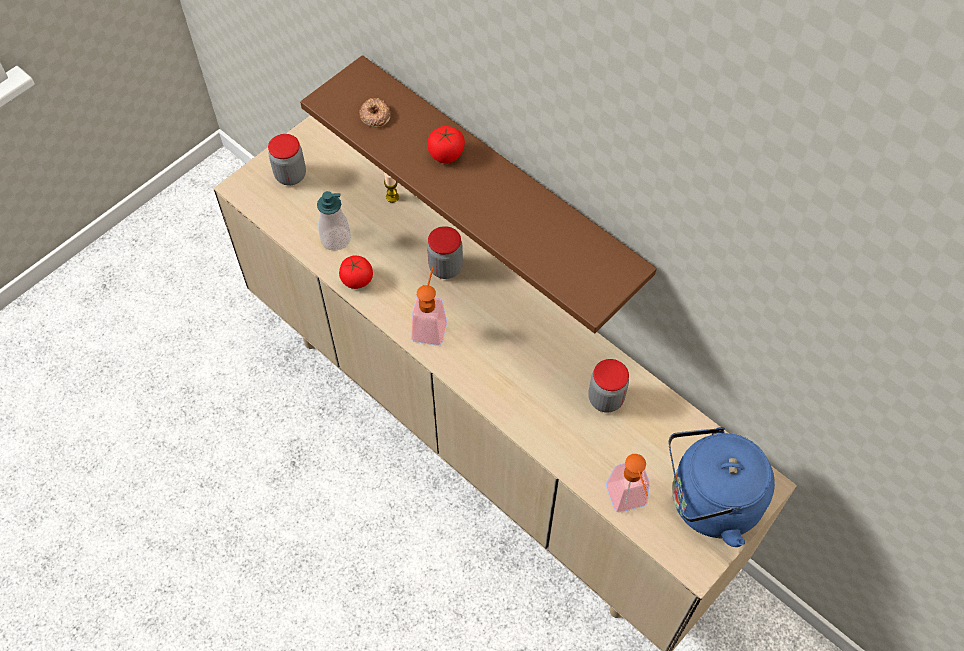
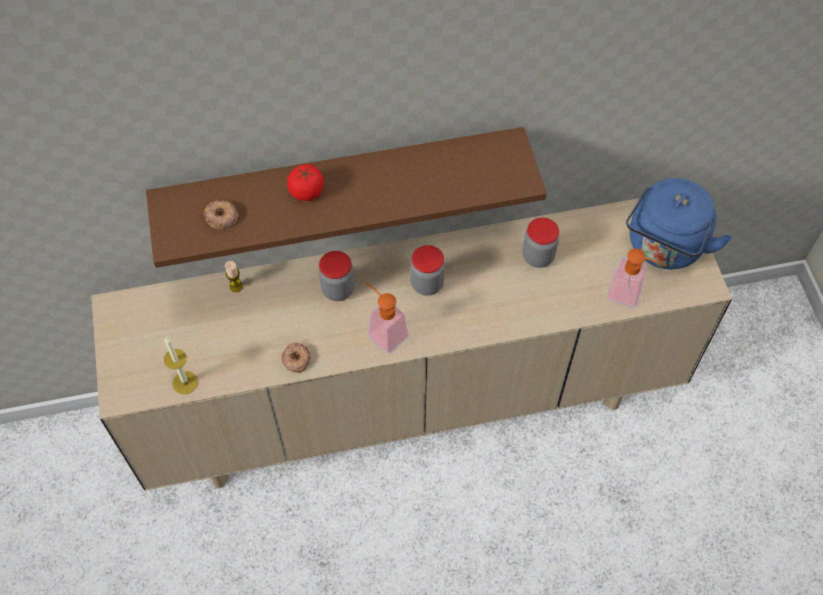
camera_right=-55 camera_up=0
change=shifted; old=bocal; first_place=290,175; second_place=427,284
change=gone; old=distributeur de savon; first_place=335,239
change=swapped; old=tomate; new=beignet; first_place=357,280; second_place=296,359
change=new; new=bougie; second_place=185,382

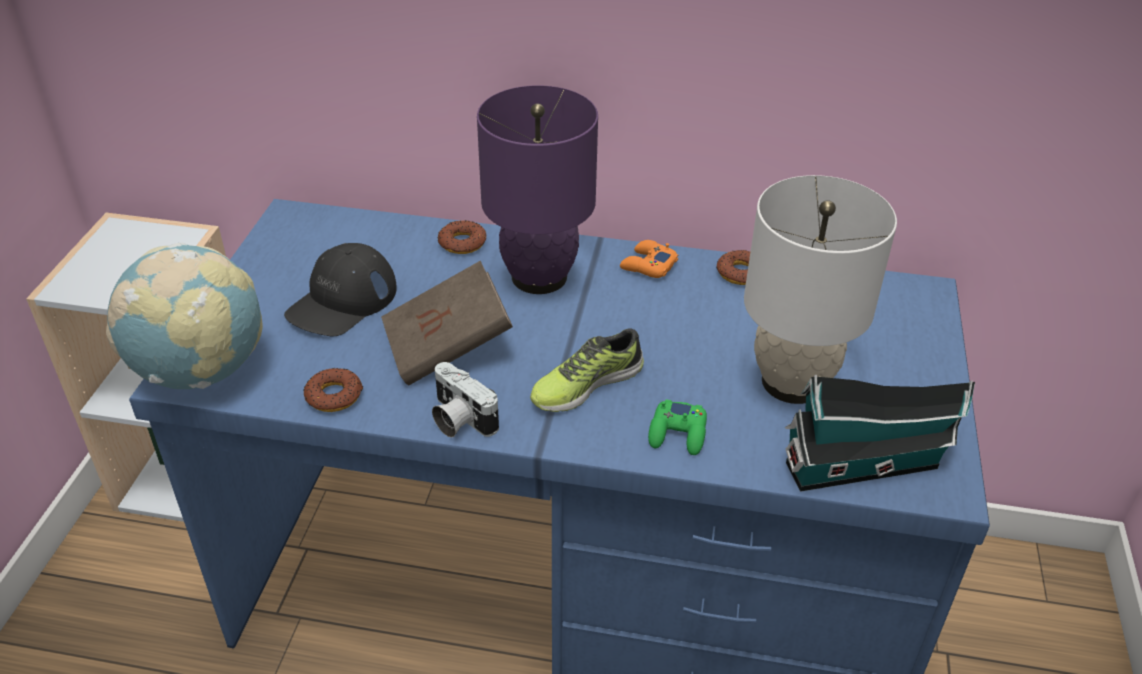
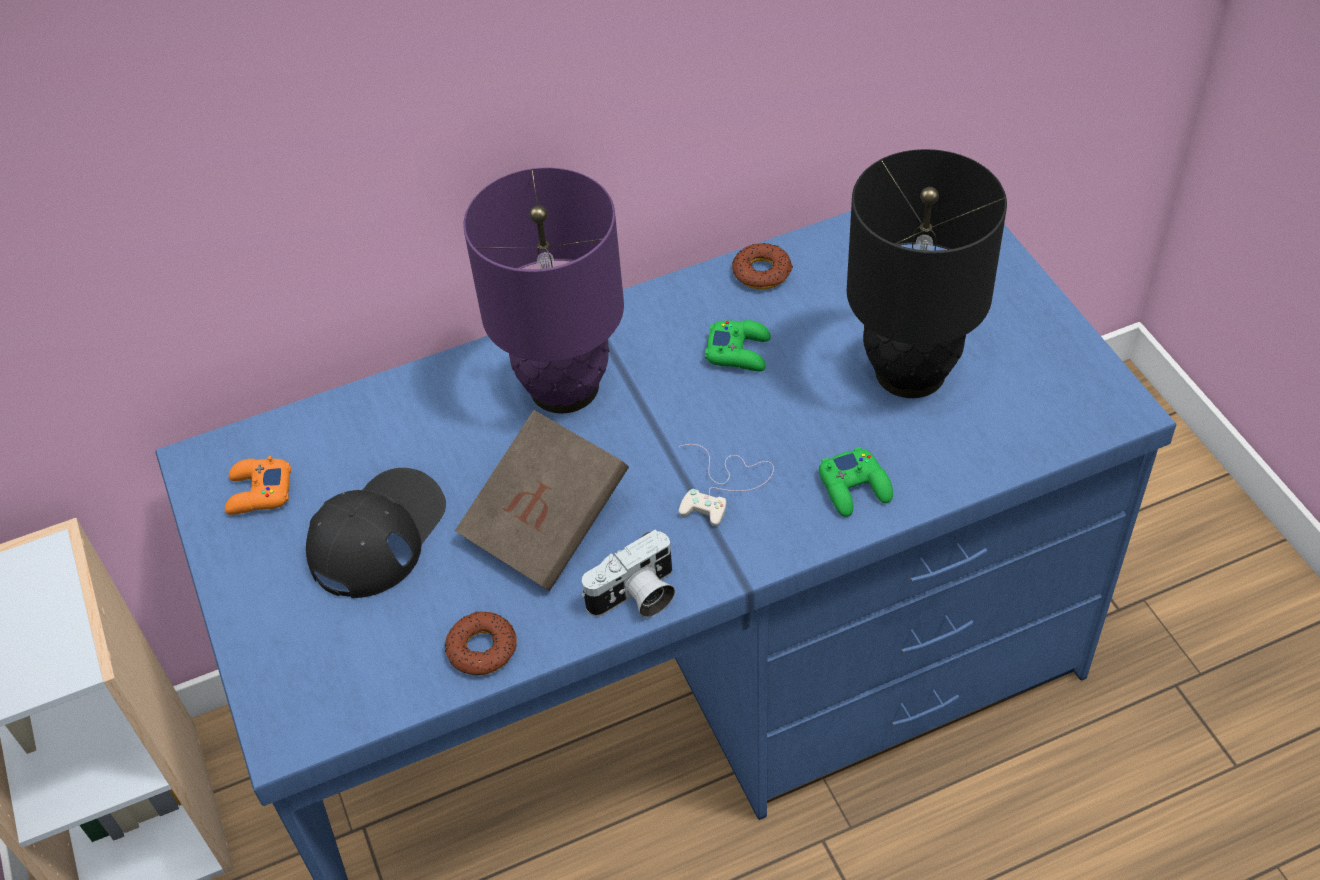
camera_right=-30 camera_up=10
change=gone; old=globe; first_place=201,371
change=rotated; old=casquette (noir); first_place=342,301; second_place=377,534; degrees=-150
change=rotated; old=appareil photo; first_place=458,419; second_place=636,597; degrees=-45
change=gone; old=beignet; first_place=462,243
change=swapped; old=chaussure; new=manette (blanc); first_place=585,384; second_place=723,485
change=shifted; old=manette (orange); first_place=648,265; second_place=258,492
change=repainted; old=lampe de table (blanc); new=lampe de table (noir); first_place=792,382; second_place=909,372
change=gone; old=maison miniature; first_place=867,465
change=new; new=manette (vert); second_place=739,351

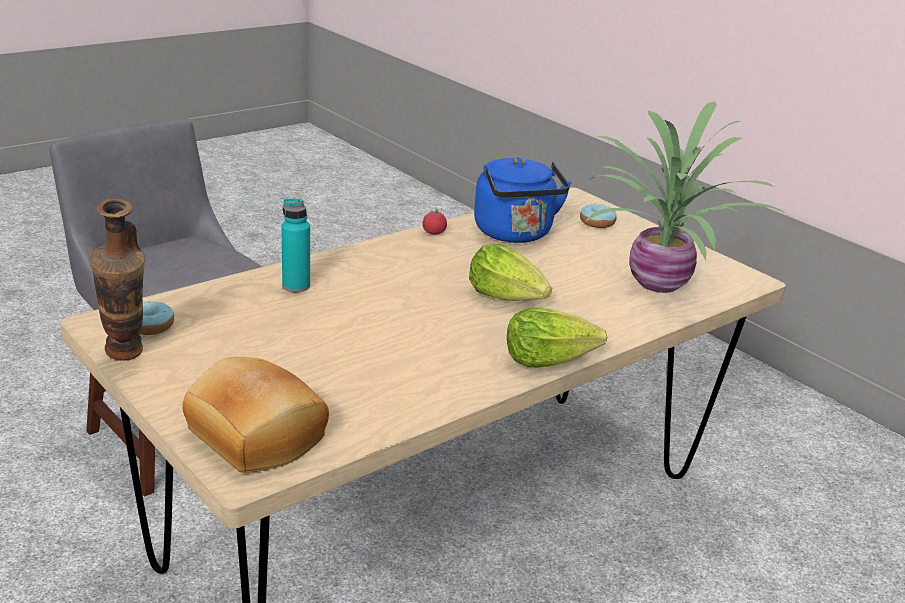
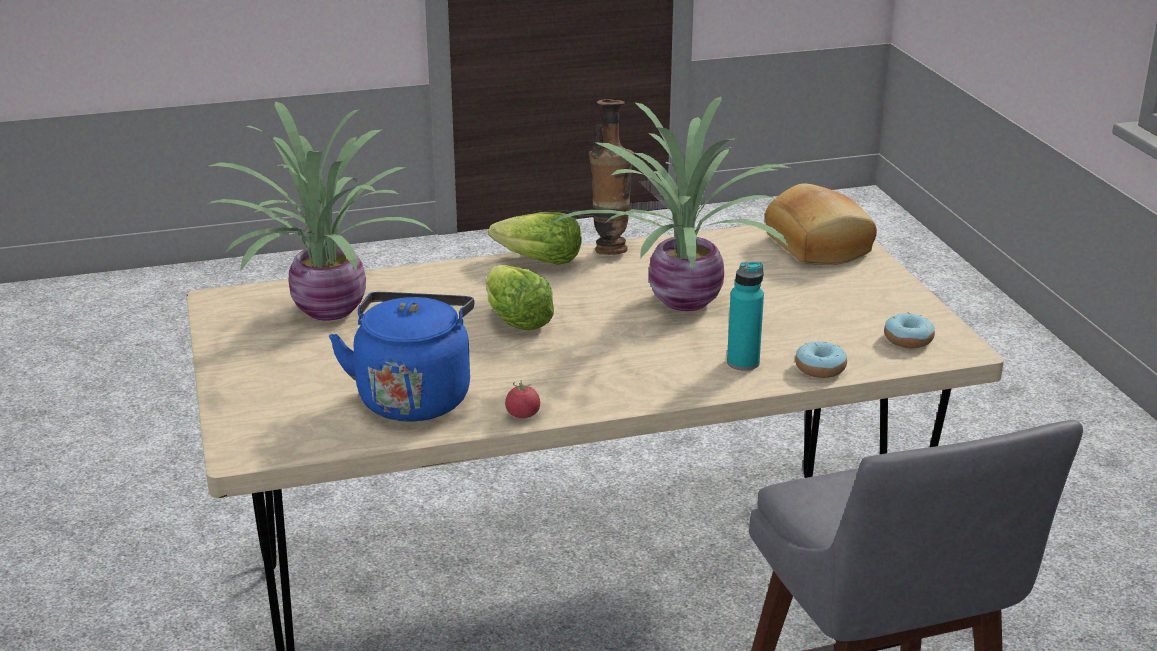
camera_right=-155 camera_up=0
change=shifted; old=vase; first_place=126,358; second_place=610,248
change=shifted; old=beignet; first_place=597,222; second_place=820,368
change=new; new=plante en pot; second_place=681,300

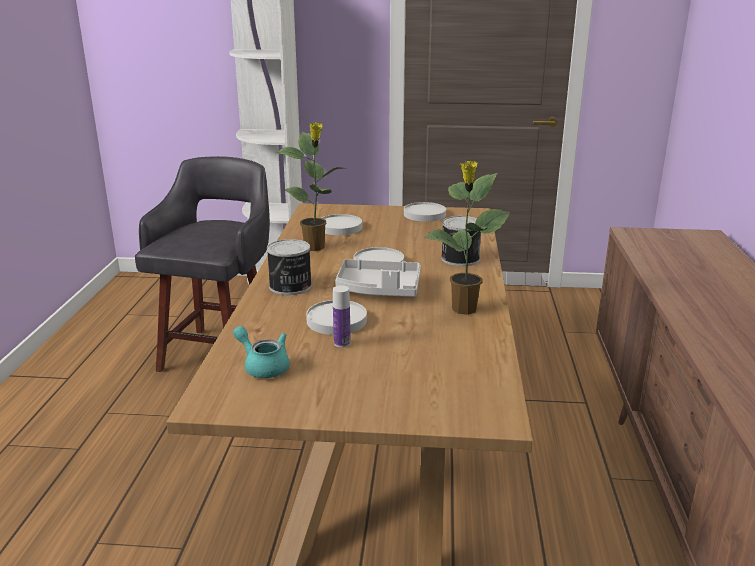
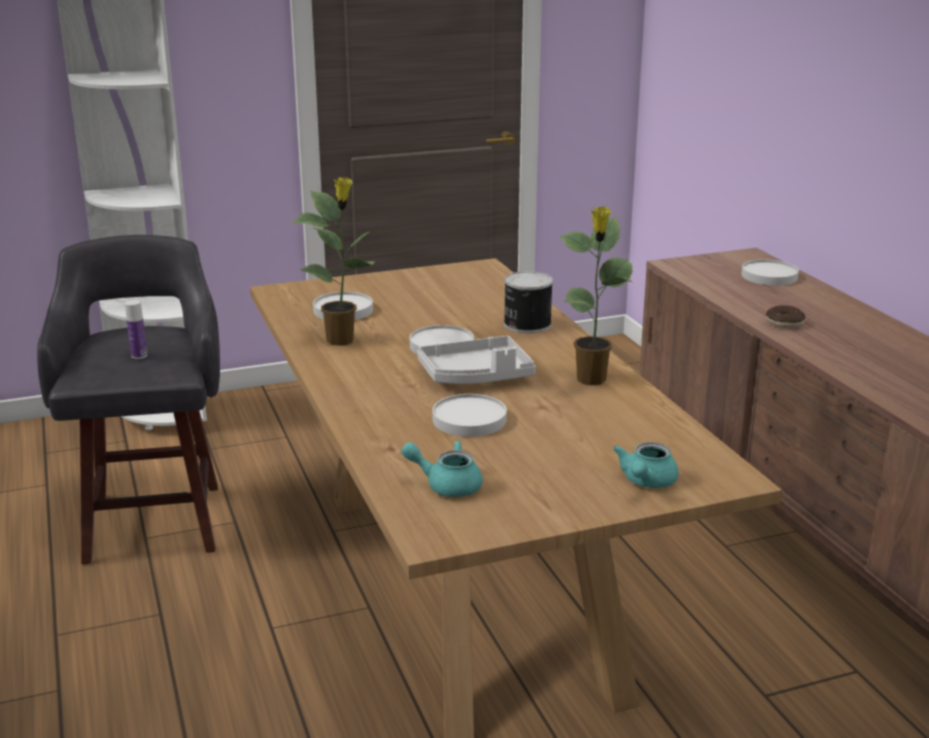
camera_right=-25 camera_up=0
change=gone; old=boîte métallique; first_place=290,286
change=shifted; old=bouteille; first_place=342,343; second_place=139,355
change=shifted; old=assiette (blanc); first_place=424,214; second_place=768,276
change=new; new=théière (turquoise); second_place=646,482
change=new; new=beignet; second_place=784,323

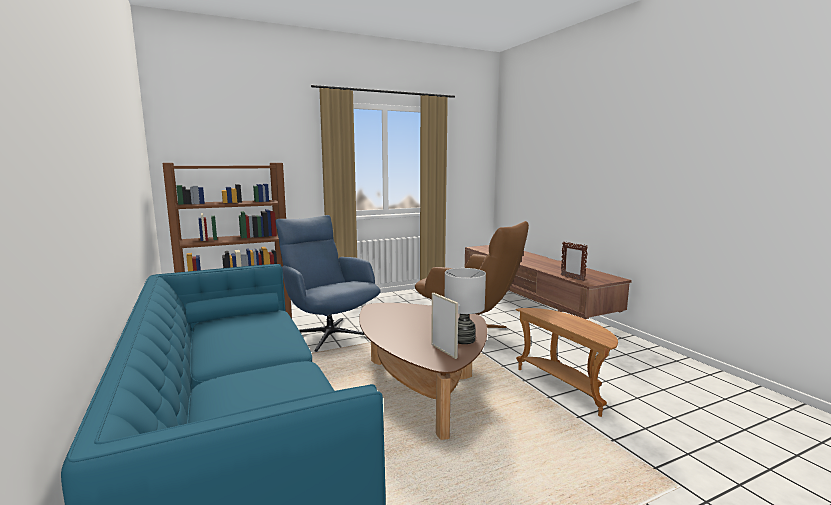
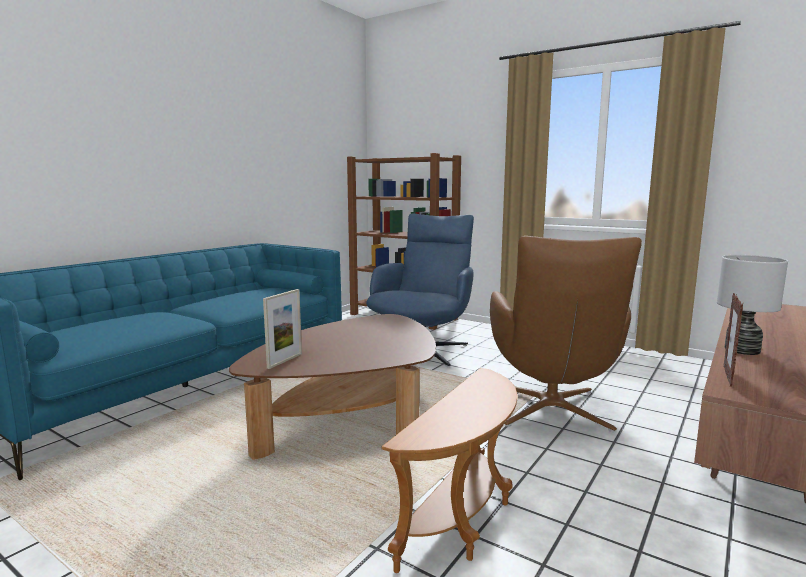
camera_right=60 camera_up=0
change=shifted; old=lampe de table (gris); first_place=463,340; second_place=742,350

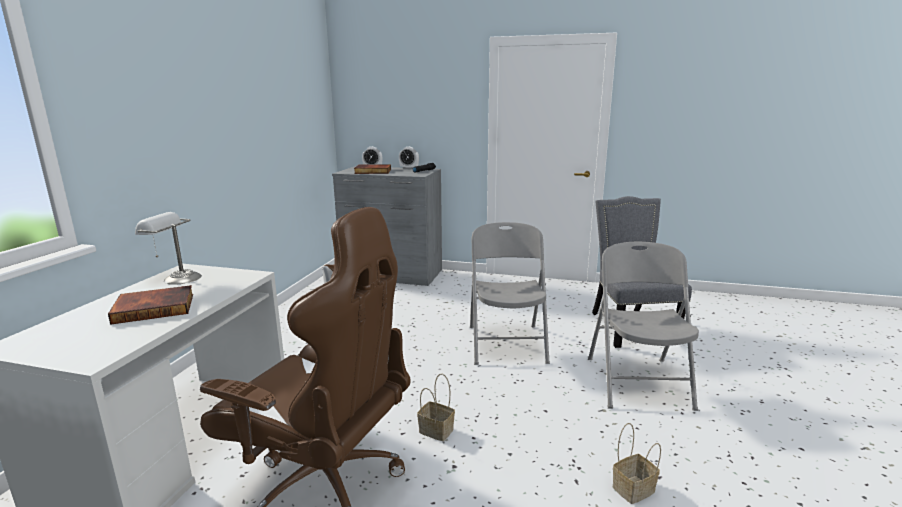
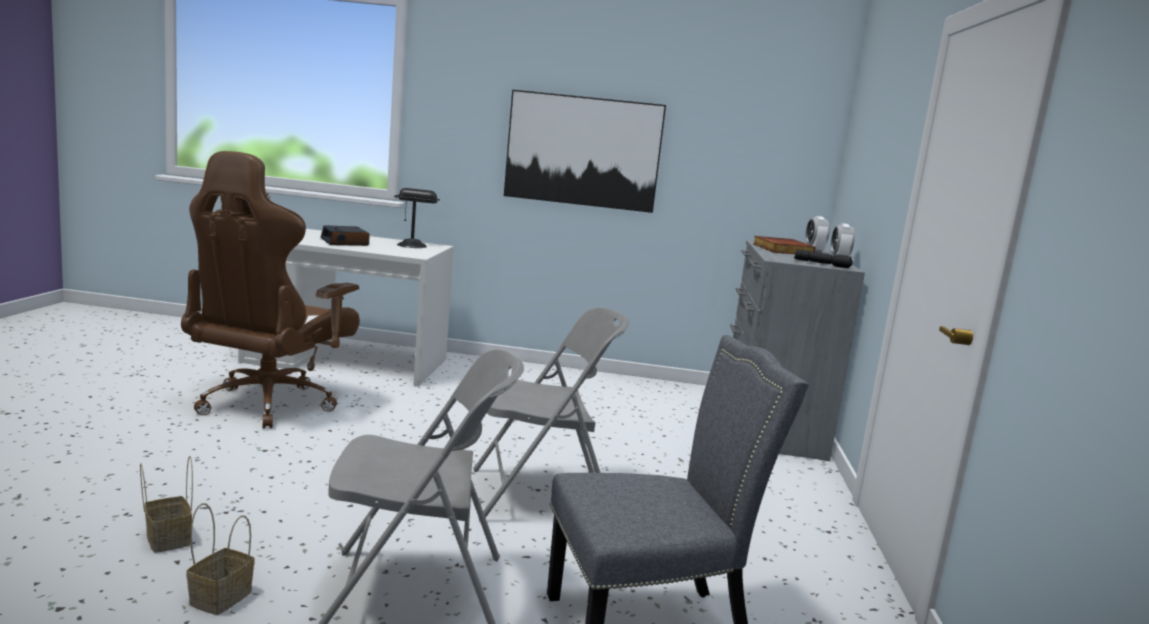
camera_right=80 camera_up=-5
change=swapped; old=livre; new=réveil; first_place=155,308; second_place=345,242
change=repainted; old=lampe de table (blanc); new=lampe de table (noir); first_place=175,278; second_place=412,244
change=shifted; old=panier; first_place=435,430; second_place=221,596
change=new; new=tableau; second_place=583,151

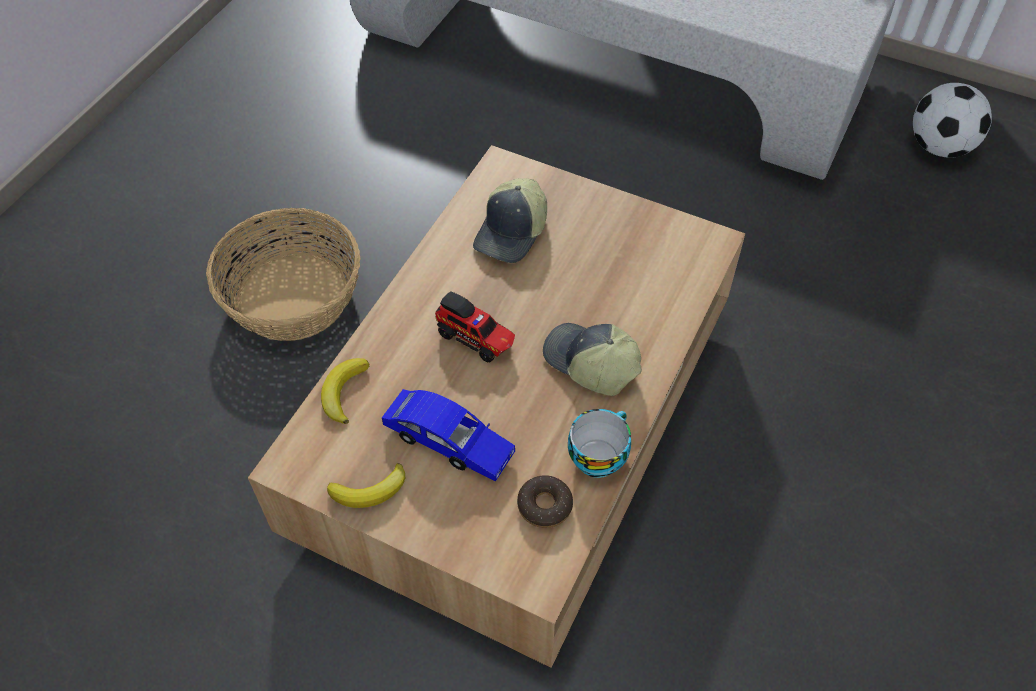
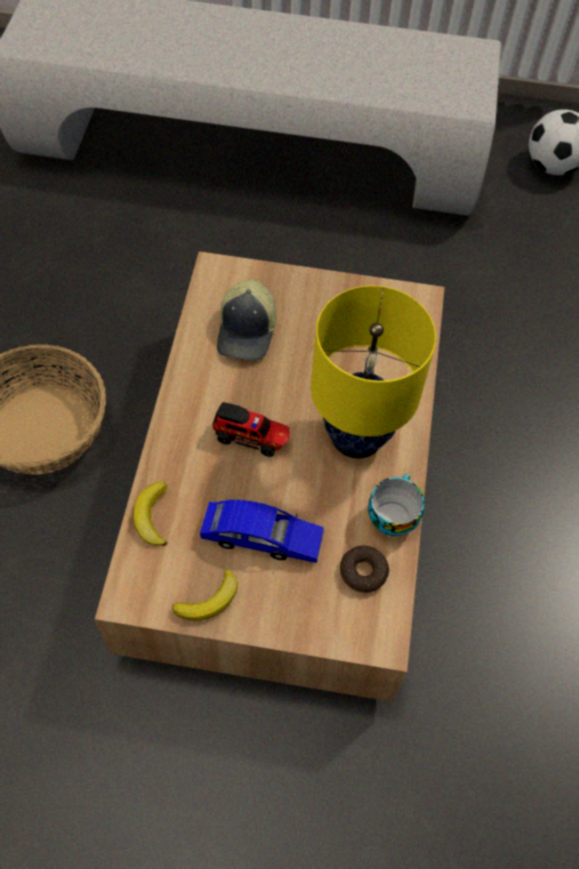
camera_right=-20 camera_up=5
change=swapped; old=casquette; new=lampe de table (jaune); first_place=590,364; second_place=357,436

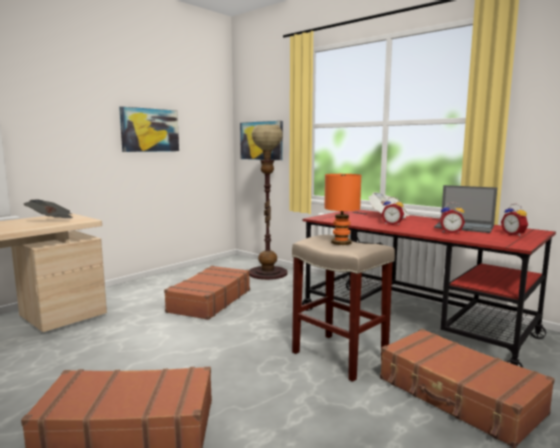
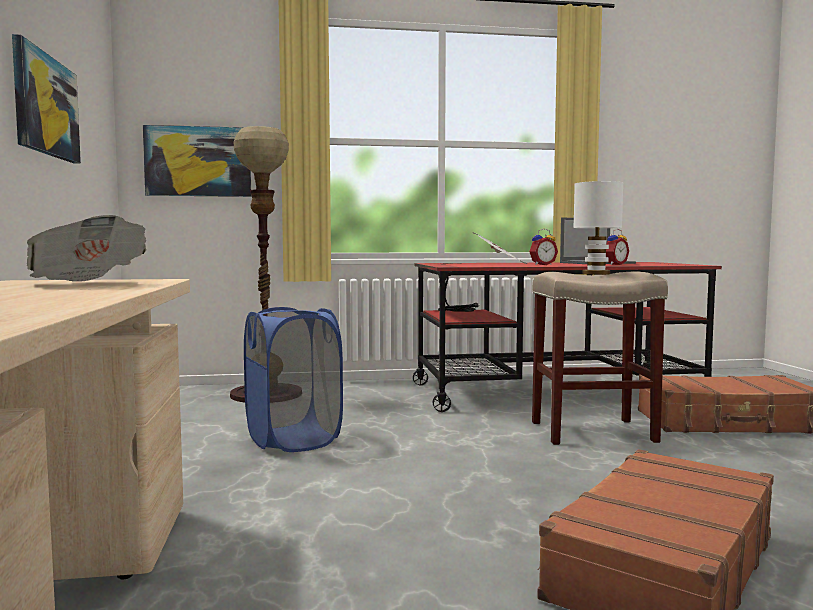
camera_right=-50 camera_up=-5
change=swapped; old=valise (marron); new=panier à linge (bleu); first_place=209,301; second_place=293,439
change=repainted; old=lampe de table (orange); new=lampe de table (blanc); first_place=341,242; second_place=596,274
change=gone; old=réveil; first_place=514,234

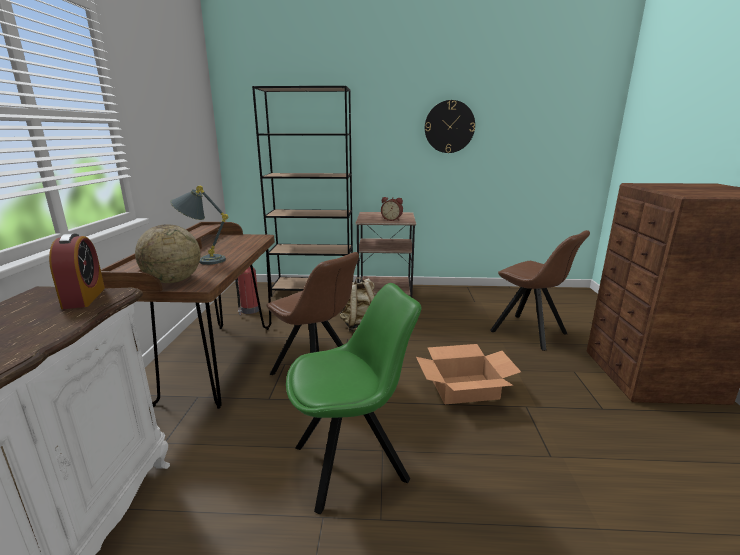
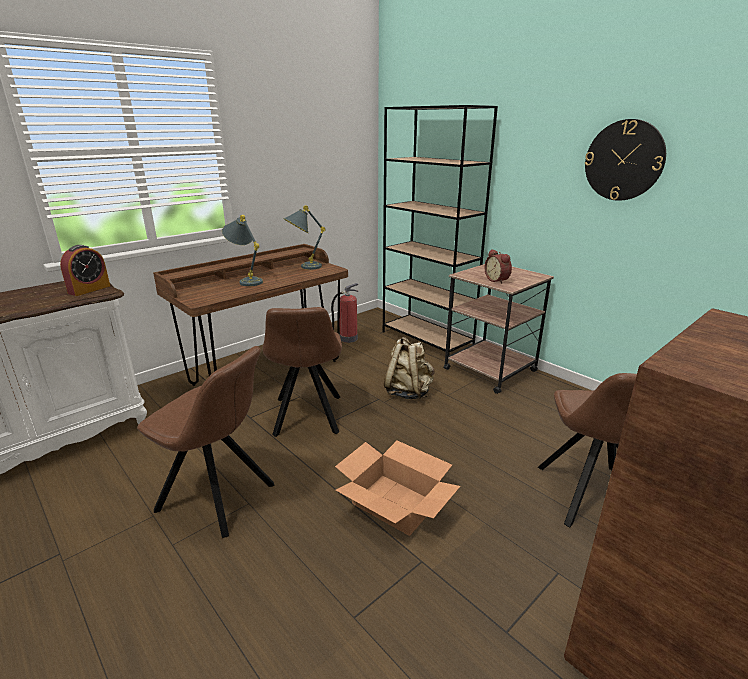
camera_right=45 camera_up=5
change=gone; old=globe; first_place=173,281
change=repainted; old=chaise (vert); new=chaise (marron); first_place=351,464; second_place=217,497
change=new; new=lampe de table (gris); second_place=304,267

